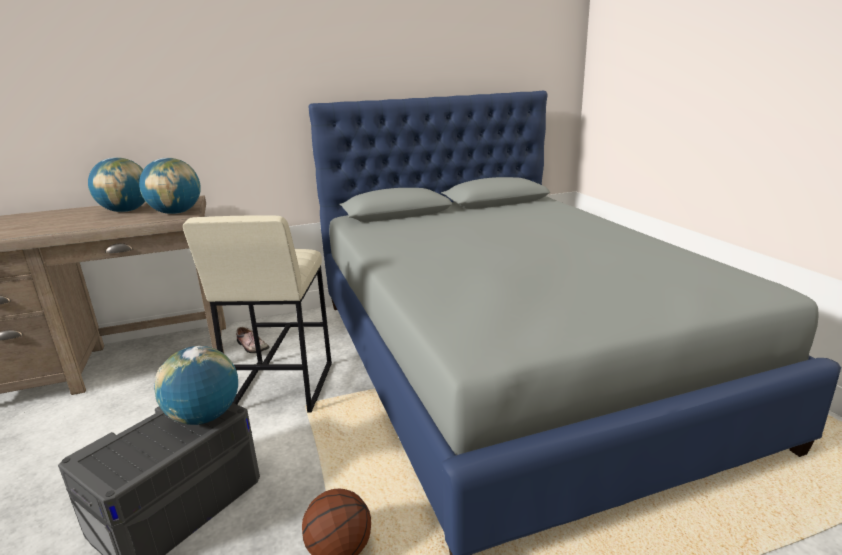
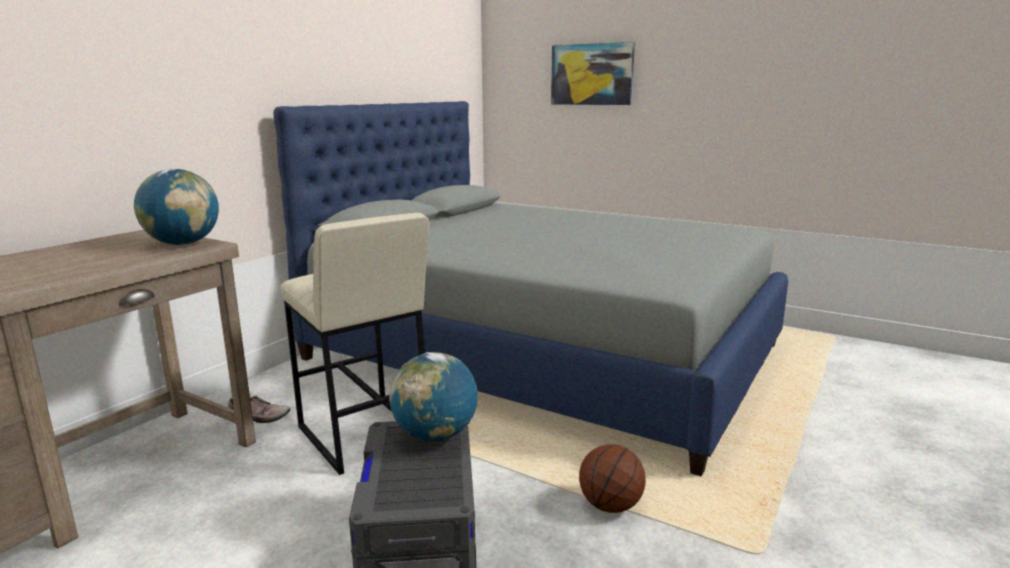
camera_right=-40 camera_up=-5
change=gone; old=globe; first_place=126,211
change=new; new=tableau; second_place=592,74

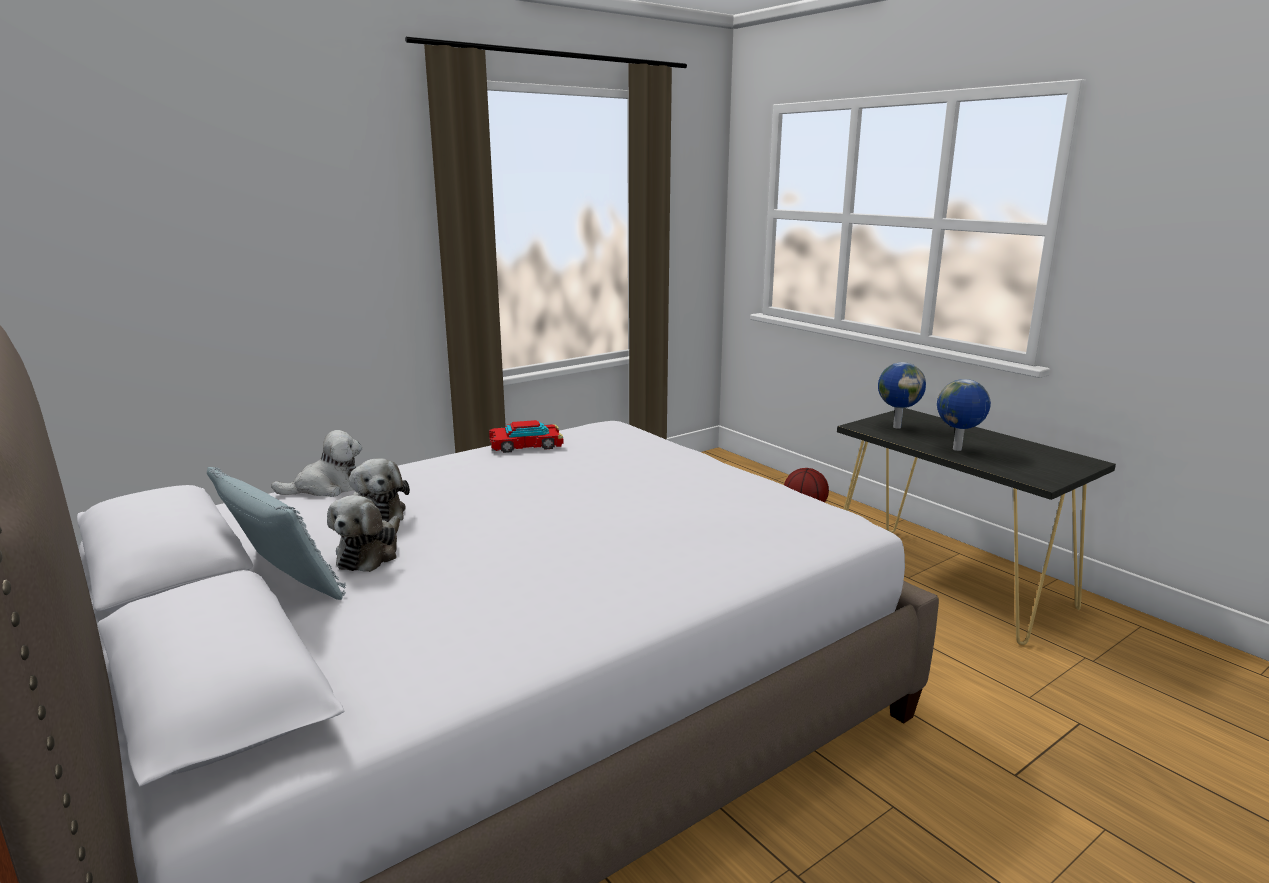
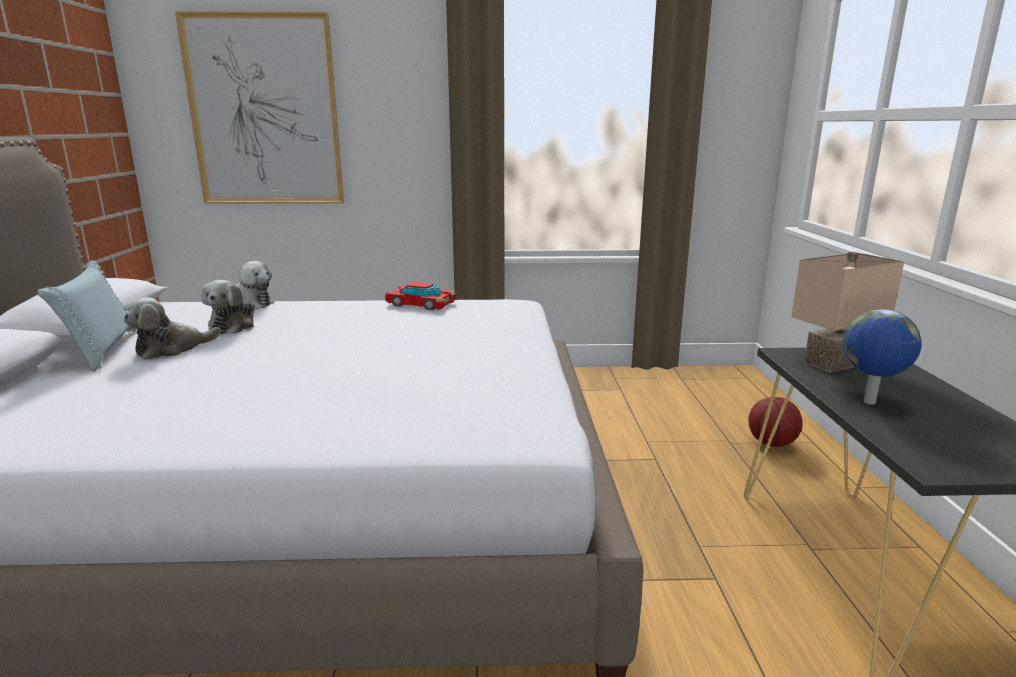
camera_right=35 camera_up=0
change=swapped; old=globe; new=lampe de table (beige); first_place=896,427; second_place=831,363
change=new; new=tableau; second_place=264,112

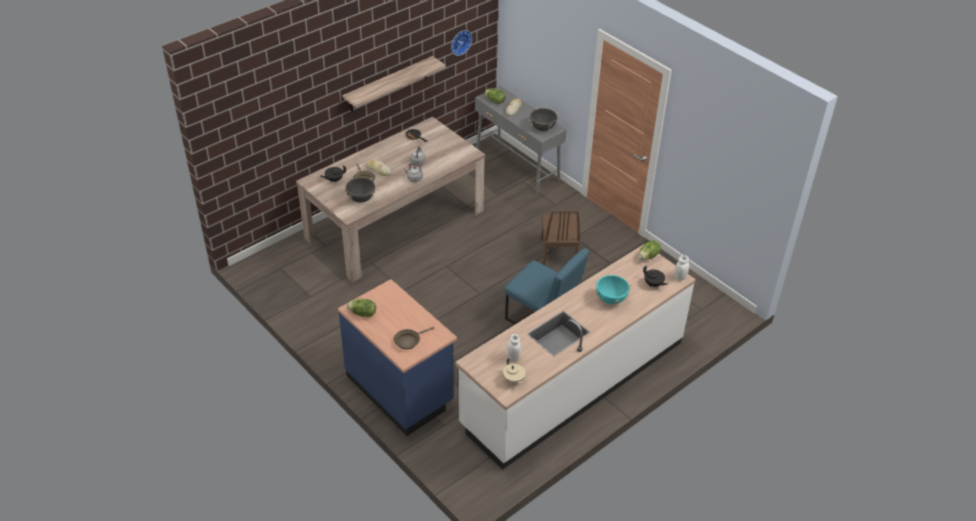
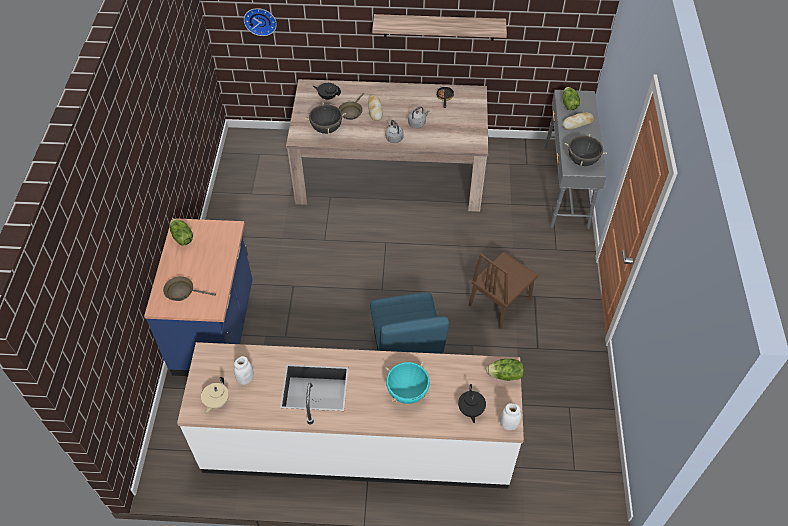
camera_right=45 camera_up=10
change=shifted; old=horloge murale; first_place=460,41; second_place=260,20

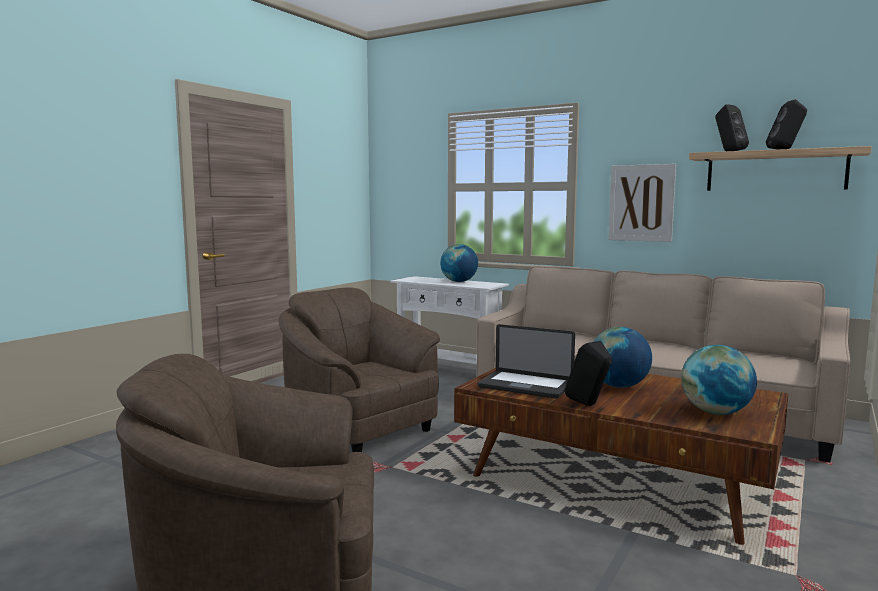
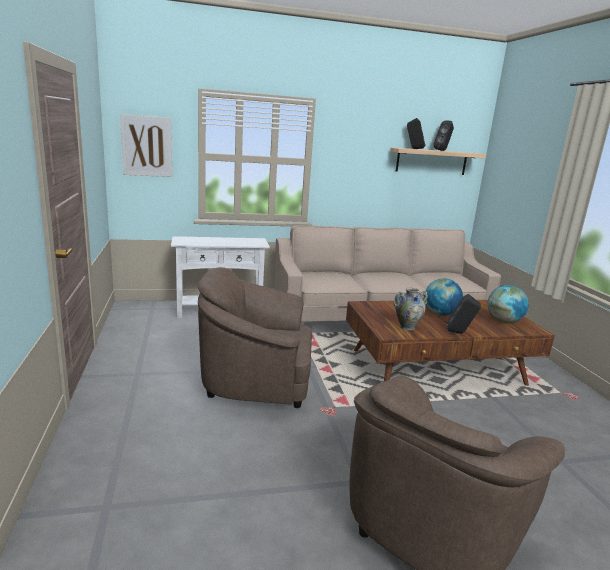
camera_right=-45 camera_up=10
change=gone; old=globe; first_place=459,282
change=swapped; old=ordinateur portable; new=vase; first_place=525,386; second_place=407,327
change=shifted; old=tableau; first_place=641,203; second_place=147,146

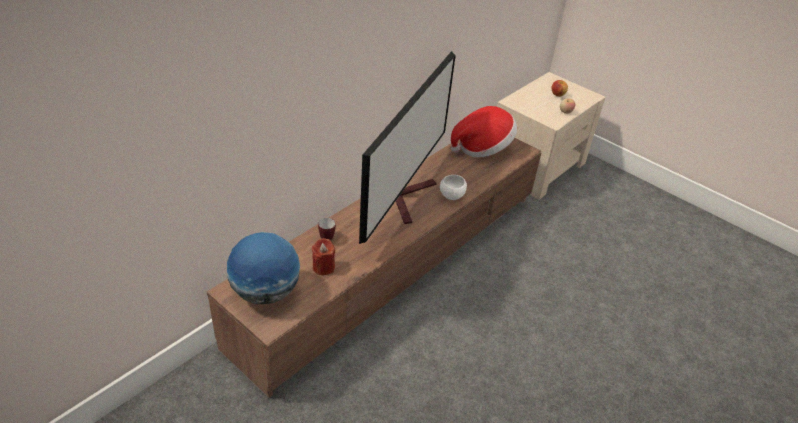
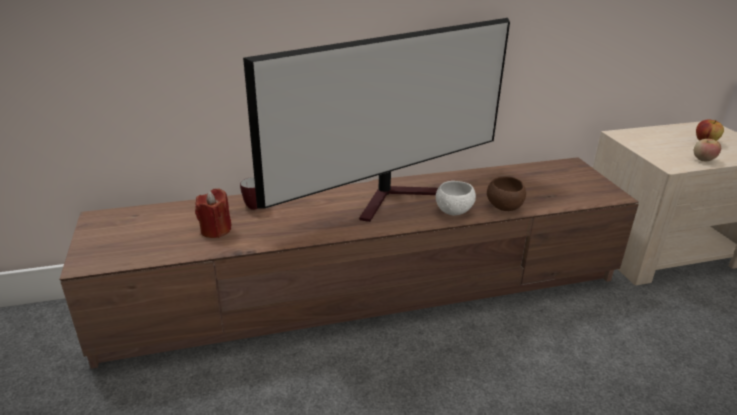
camera_right=35 camera_up=-10
change=gone; old=globe; first_place=266,293
change=gone; old=chapeau; first_place=482,147
change=new; new=bol (marron); second_place=504,207

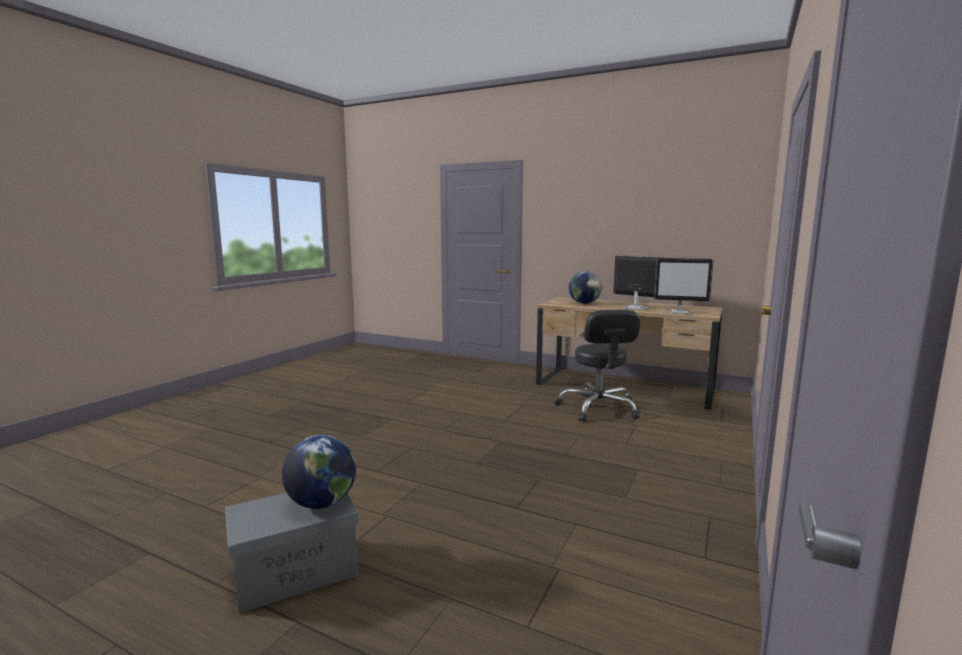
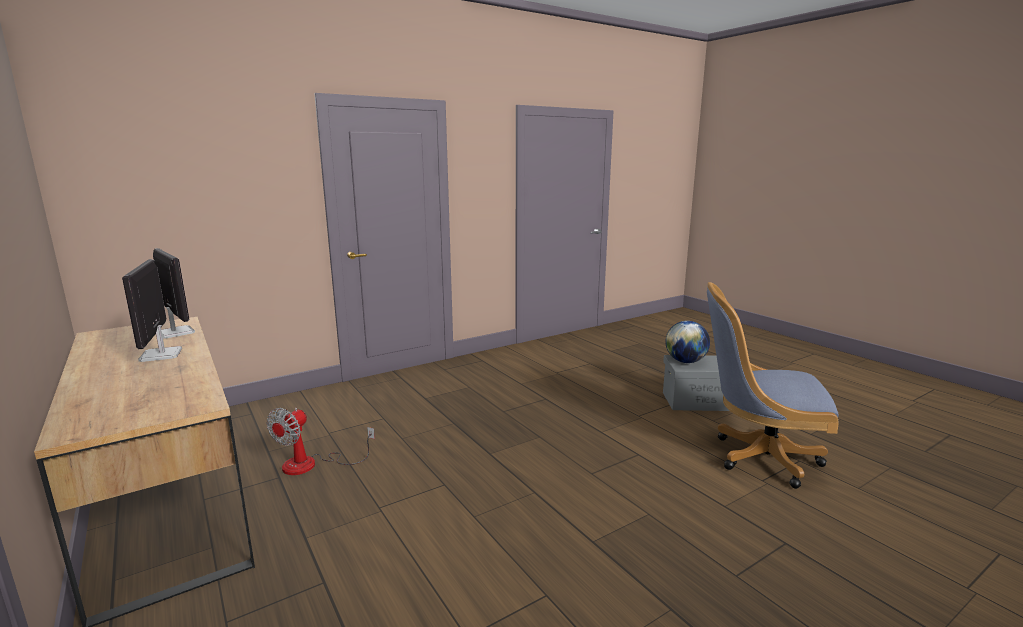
camera_right=-150 camera_up=5
change=swapped; old=chaise de bureau (noir); new=ventilateur; first_place=599,410; second_place=311,464
change=gone; old=globe; first_place=584,303
change=new; new=chaise de bureau (bleu); second_place=756,458

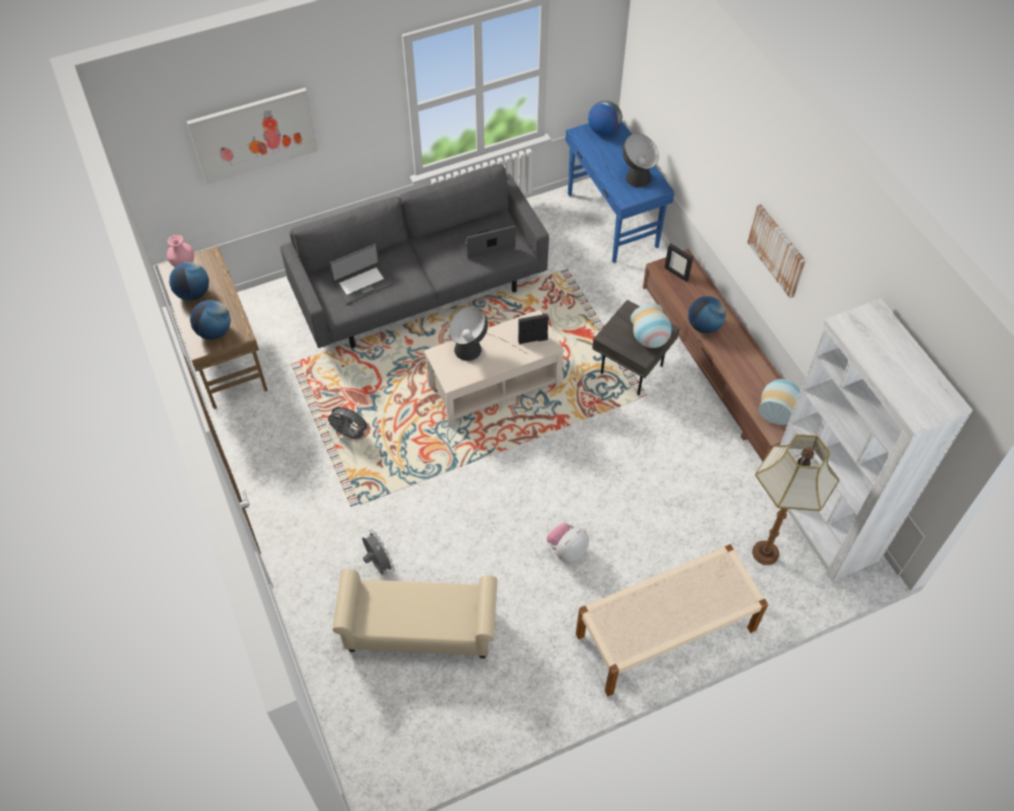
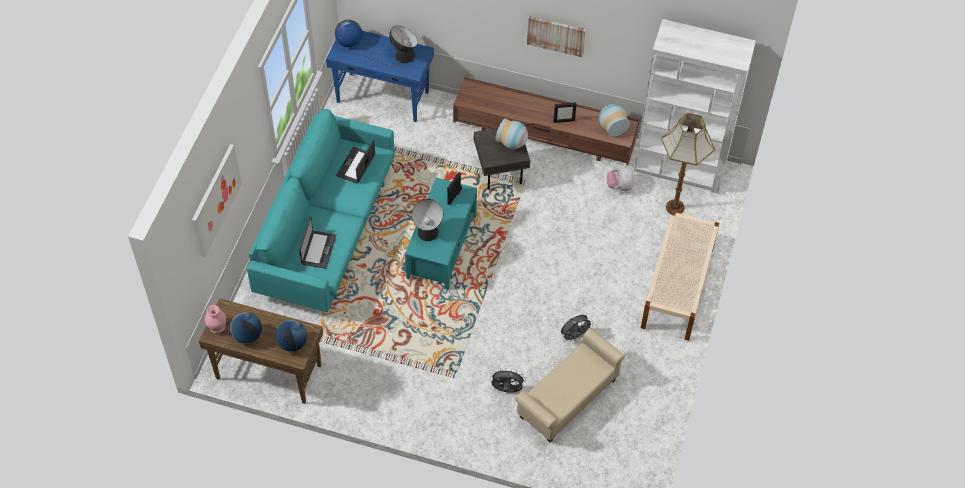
camera_right=-50 camera_up=0
change=repainted; old=canapé (gris); new=canapé (turquoise); first_place=420,290; second_place=328,232
change=shifted; old=ventilateur (gris); first_place=350,434; second_place=574,336
change=repainted; old=table basse (beige); new=table basse (turquoise); first_place=494,385; second_place=441,246
change=shifted; old=peluche; first_place=567,550; second_place=620,186
change=shifted; old=cadre photo; first_place=676,273; second_place=564,120
change=gone; old=globe; first_place=704,326

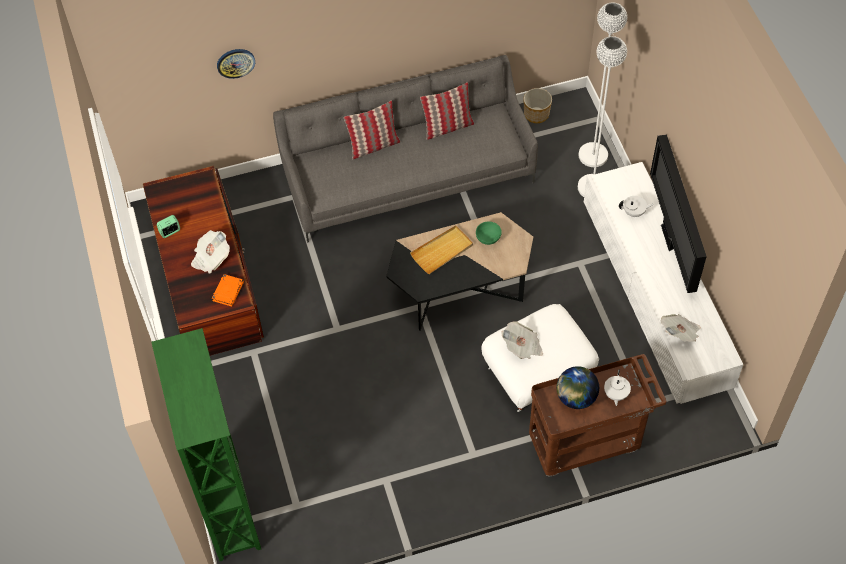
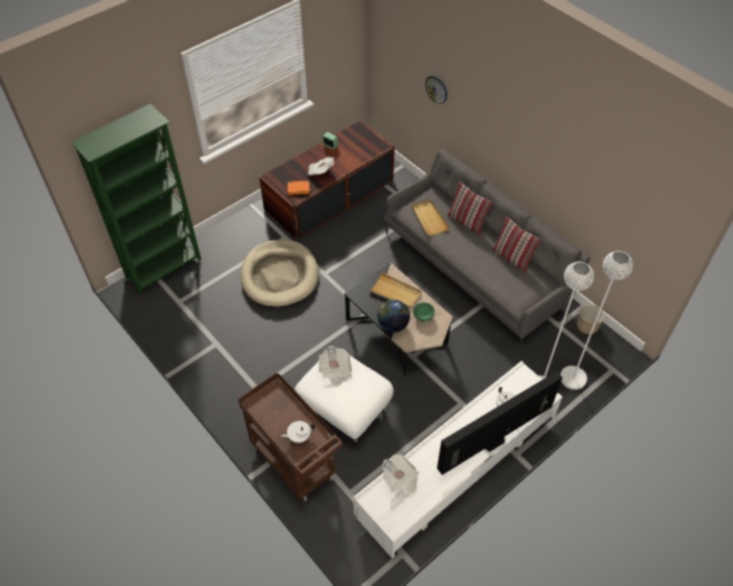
camera_right=65 camera_up=-5
change=shifted; old=globe; first_place=576,397; second_place=393,325
change=new; new=panier pour chien (beige); second_place=279,276
change=new; new=plateau (beige); second_place=429,218

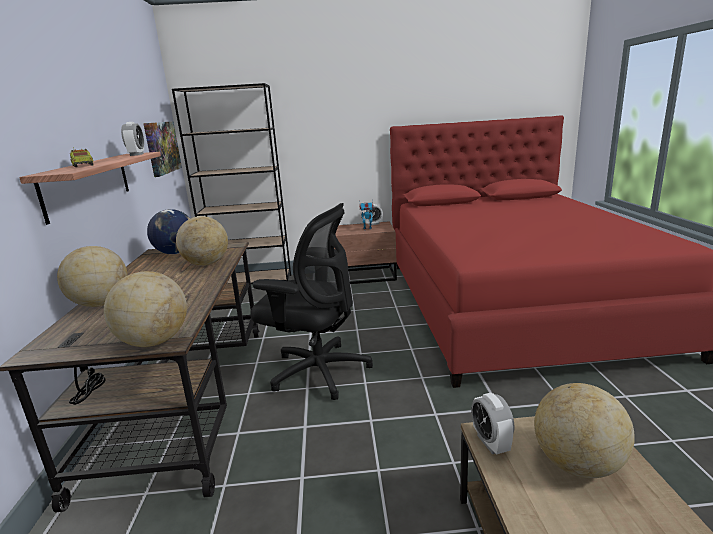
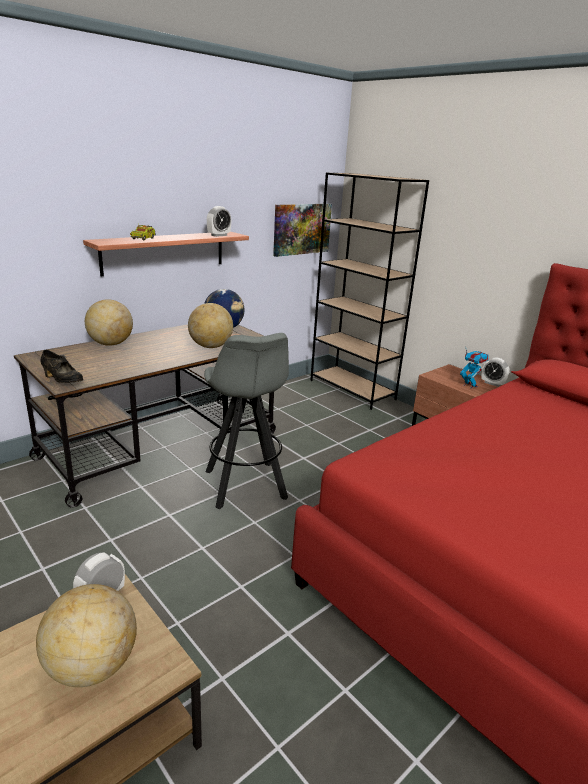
camera_right=50 camera_up=5
change=swapped; old=globe; new=chaussure (noir); first_place=154,342; second_place=62,381
change=swapped; old=chaise de bureau (noir); new=tabouret (gris); first_place=313,372; second_place=245,486

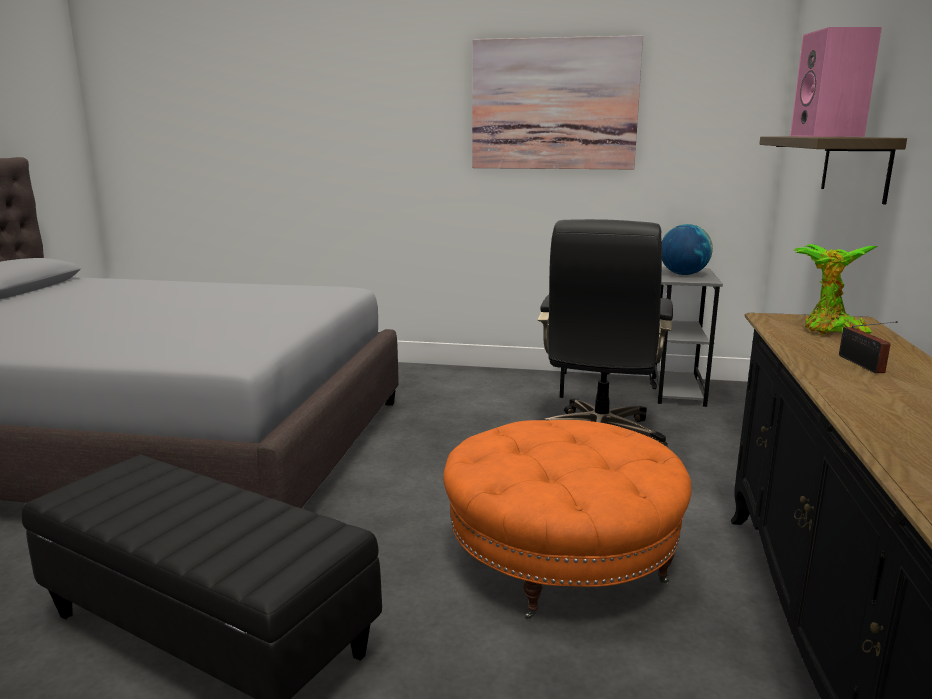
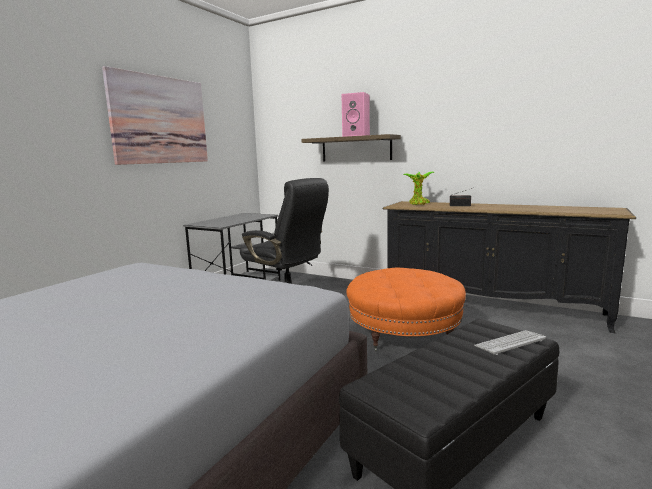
camera_right=-70 camera_up=-5
change=gone; old=globe; first_place=683,274
change=new; new=clavier; second_place=510,343

